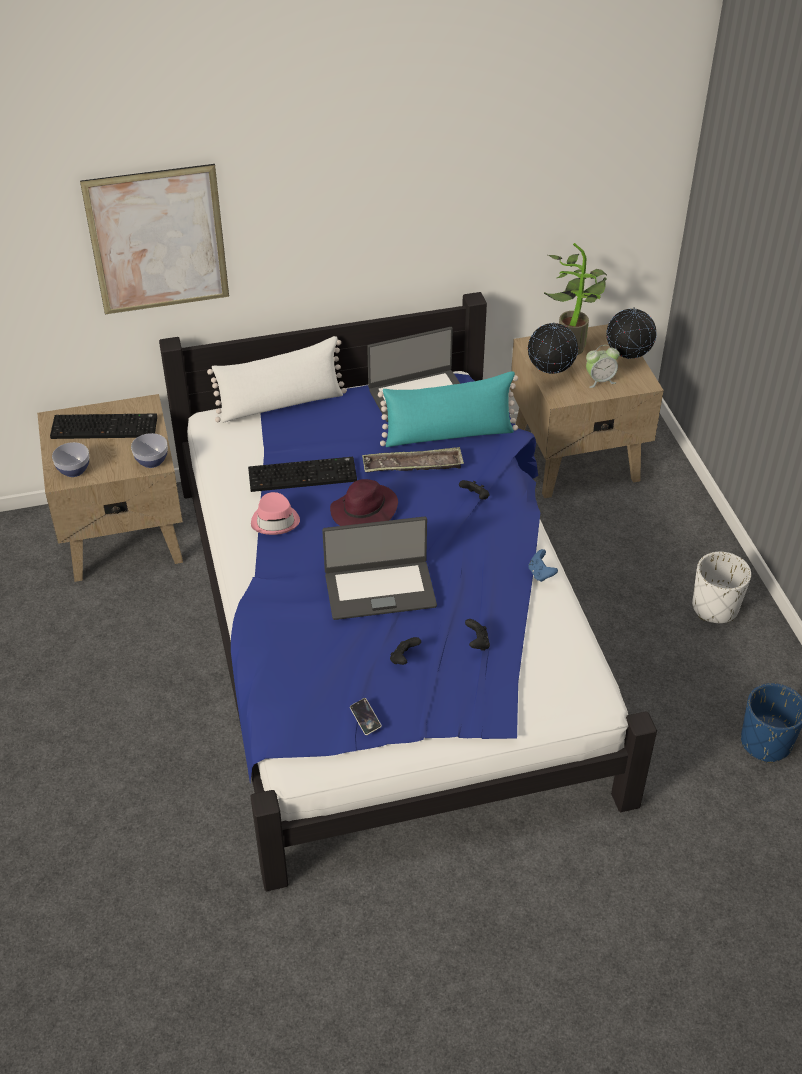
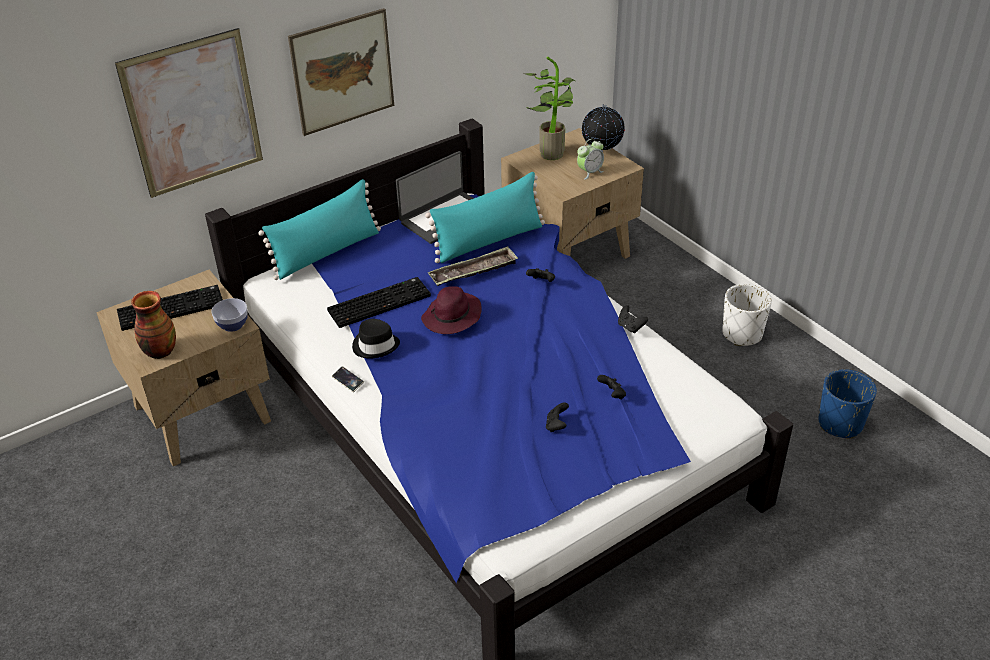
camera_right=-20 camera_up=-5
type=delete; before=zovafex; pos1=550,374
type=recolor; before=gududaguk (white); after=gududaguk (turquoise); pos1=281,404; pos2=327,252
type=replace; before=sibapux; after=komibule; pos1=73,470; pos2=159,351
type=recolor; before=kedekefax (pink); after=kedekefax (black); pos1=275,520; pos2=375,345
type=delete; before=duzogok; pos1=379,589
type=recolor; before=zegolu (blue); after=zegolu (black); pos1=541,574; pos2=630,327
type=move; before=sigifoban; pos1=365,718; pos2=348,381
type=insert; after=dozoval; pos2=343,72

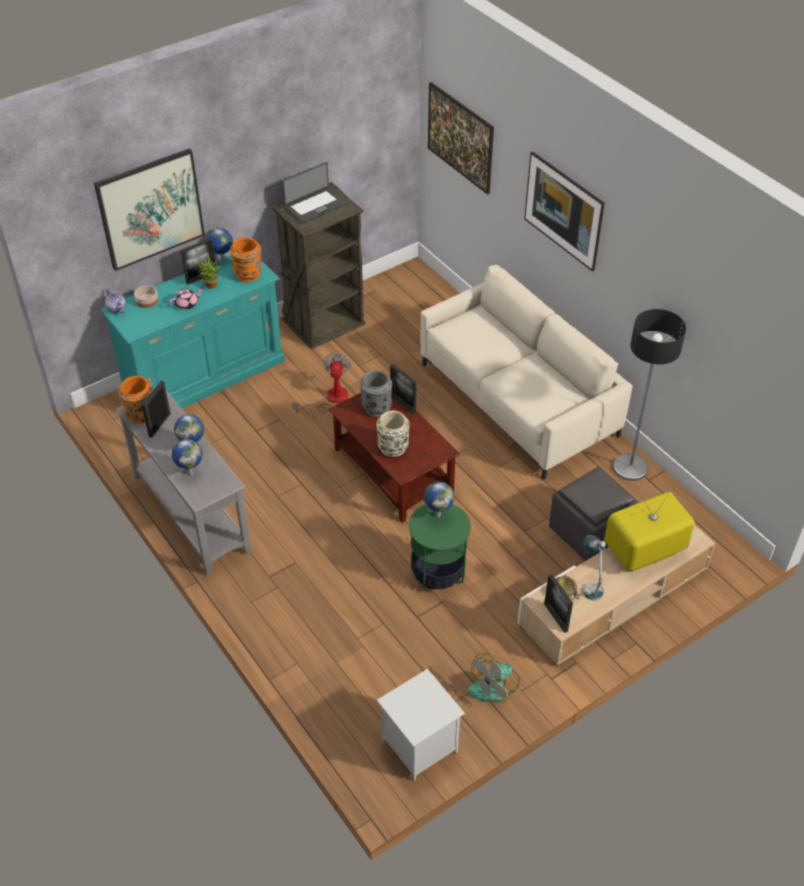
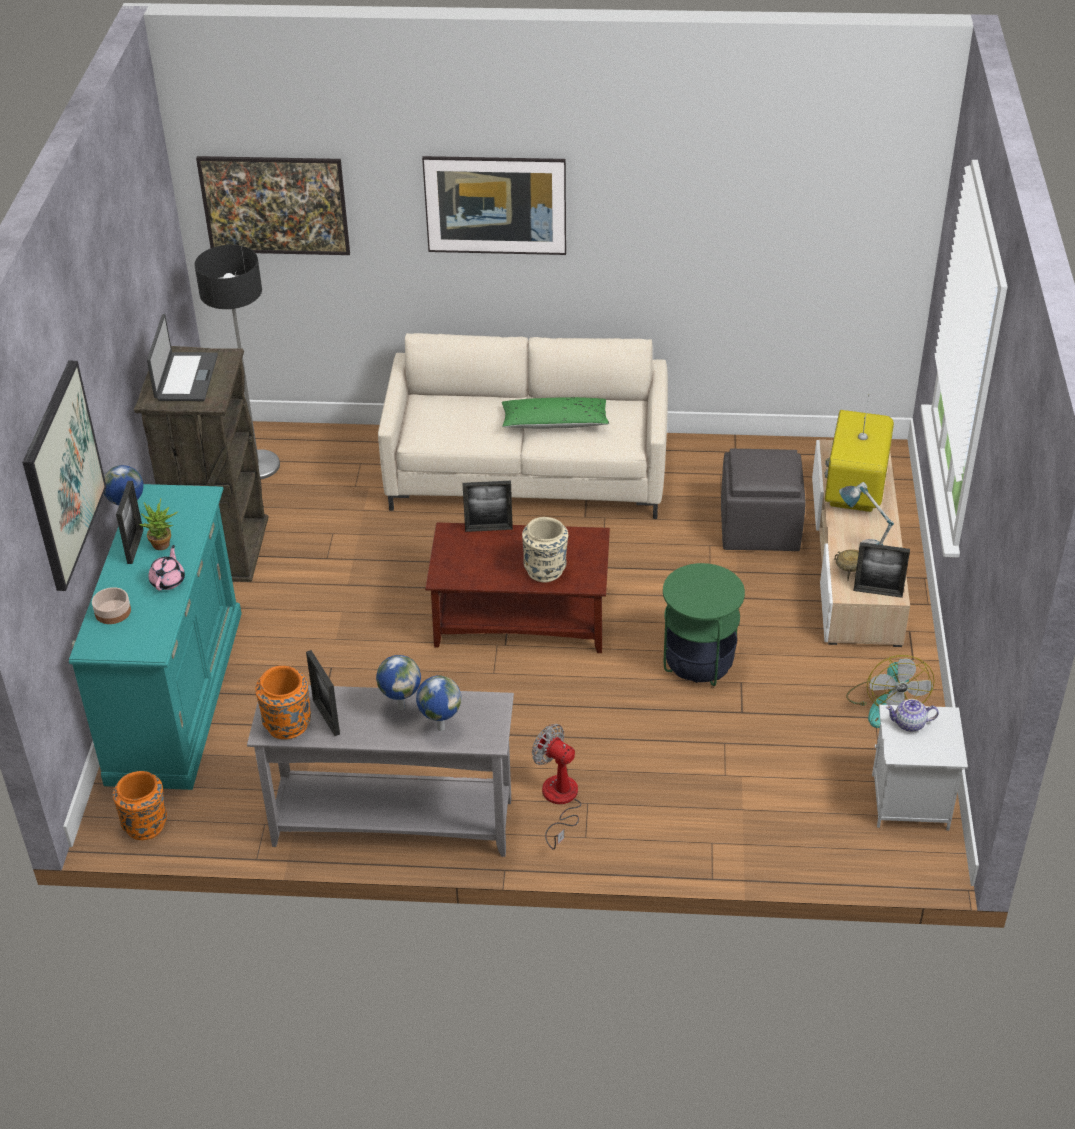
camera_right=-50 camera_up=-5
type=move; before=komibule (orange); pos1=248,275; pos2=146,825
type=move; before=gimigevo; pos1=116,309; pos2=910,724
type=move; before=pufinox; pos1=630,467; pos2=258,465
type=move; before=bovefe; pos1=330,399; pos2=559,801
type=delete; before=komibule (grey); pos1=376,407
type=delete; before=zovafex; pos1=438,515
type=insert; after=gududaguk (green); pos2=555,423

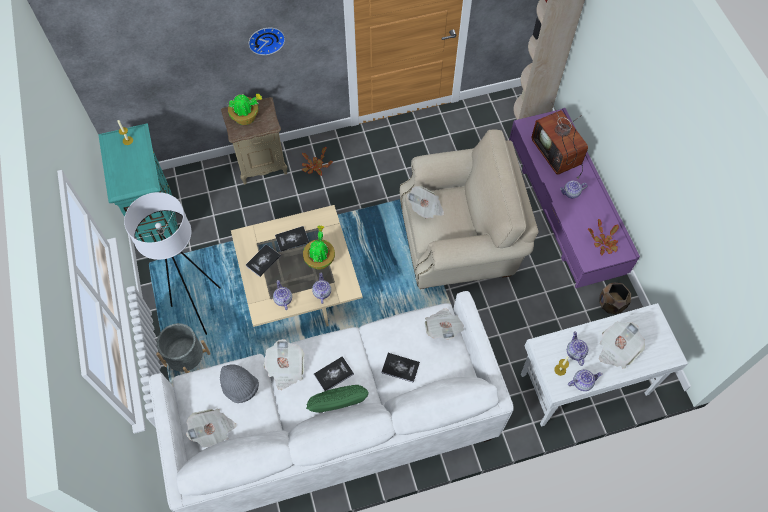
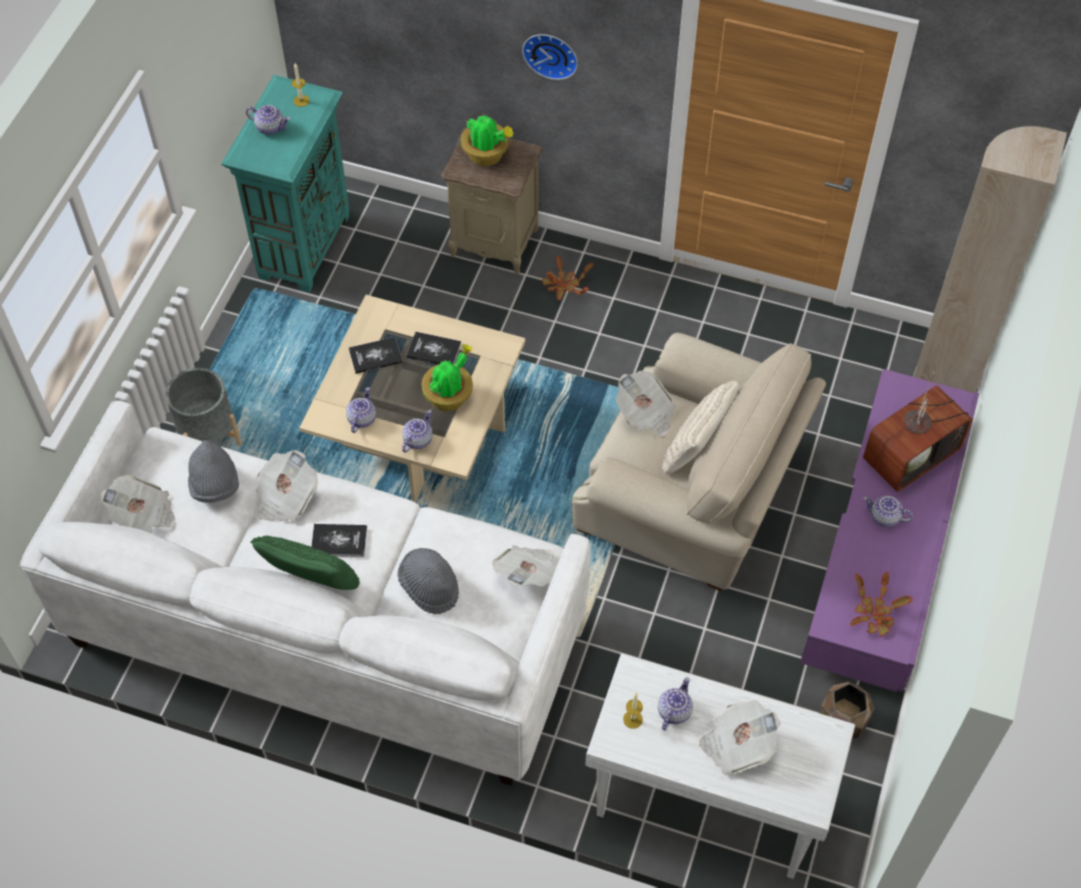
camera_right=35 camera_up=-5
type=rotate; before=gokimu; pos1=558,154; pos2=910,453; turn=-135
type=delete; before=pufinox (white); pos1=200,309
type=replace; before=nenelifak; after=kedekefax (grey); pos1=400,367; pos2=430,587
type=move; before=gimigevo; pos1=582,382; pos2=270,127
type=insert; after=gududaguk (beige); pos2=696,450

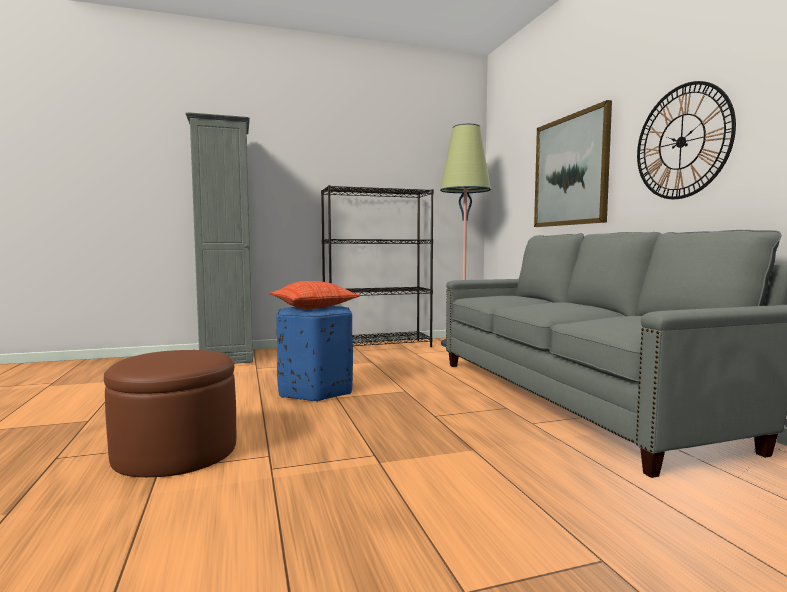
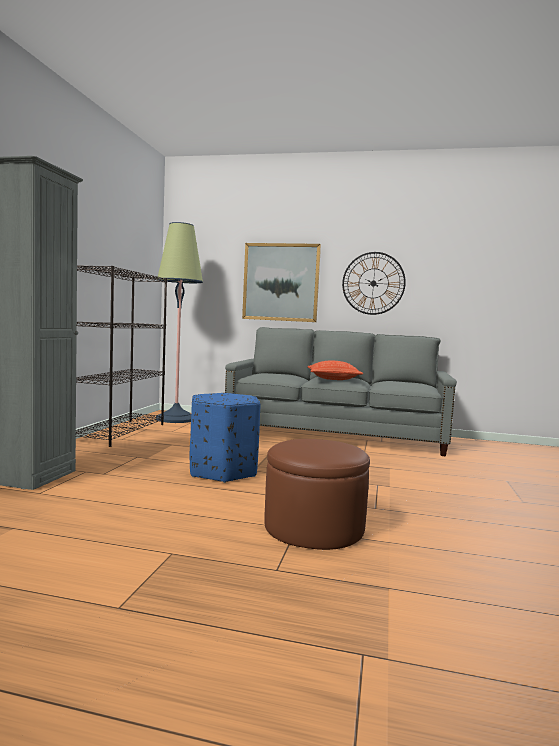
camera_right=-60 camera_up=0
type=move; before=gududaguk (orange); pos1=314,307; pos2=333,379

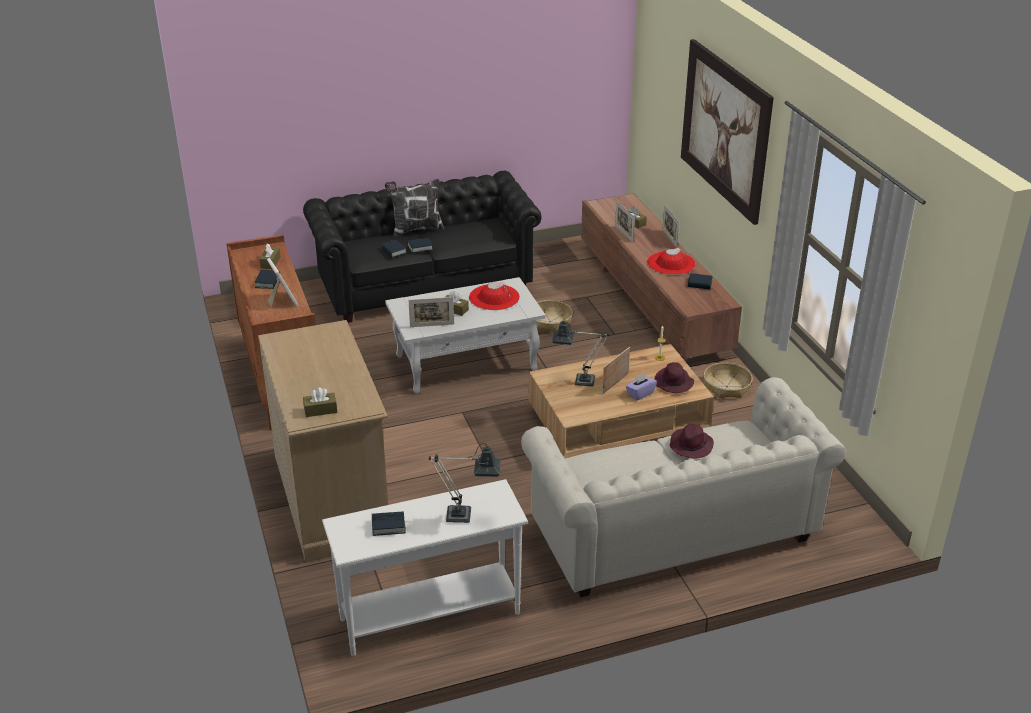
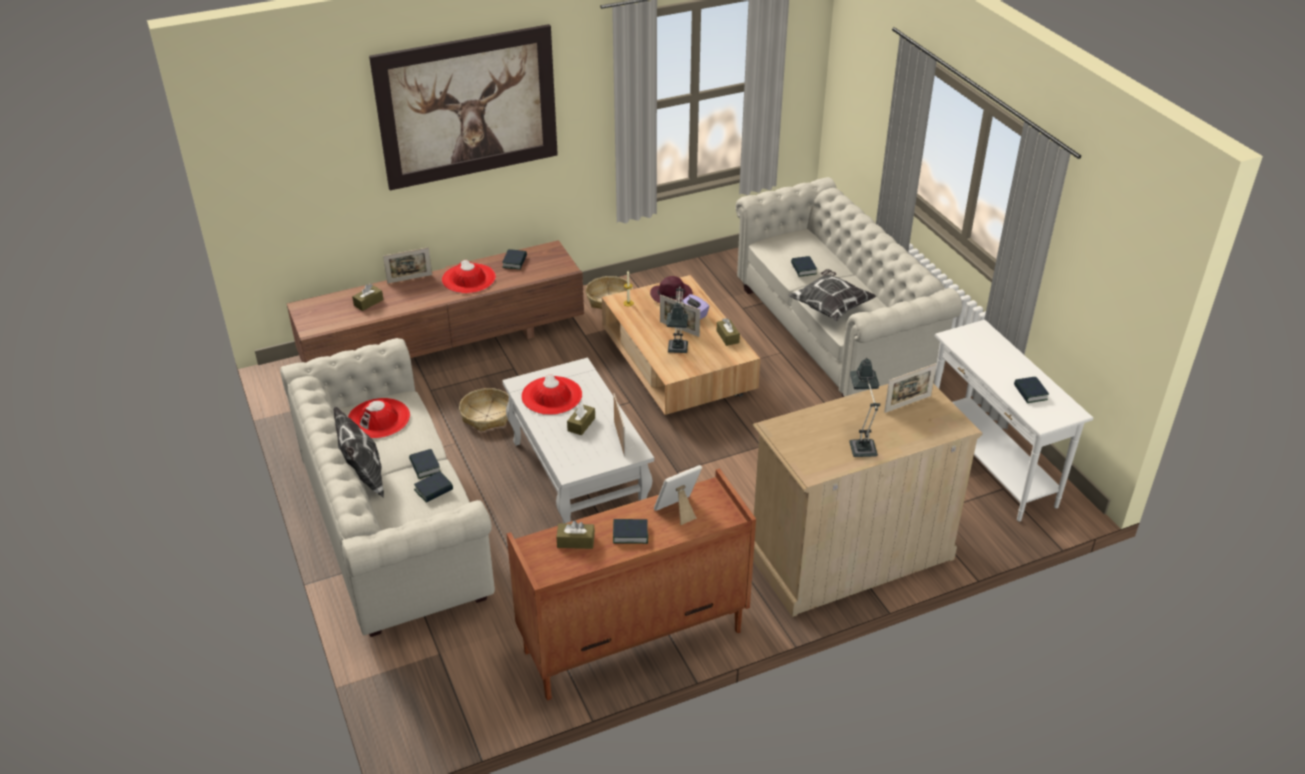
camera_right=-95 camera_up=5
type=recolor; before=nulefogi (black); after=nulefogi (white); pos1=425,287; pos2=394,530
type=move; before=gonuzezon; pos1=624,234; pos2=907,404
type=move; before=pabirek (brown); pos1=320,410; pos2=727,337
type=replace; before=kedekefax (purple); after=nenelifak; pos1=690,445; pos2=803,269
type=move; before=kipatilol; pos1=466,515; pos2=861,444
type=insert; after=gududaguk; pos2=830,307
type=insert; after=kedekefax (red); pos2=378,418

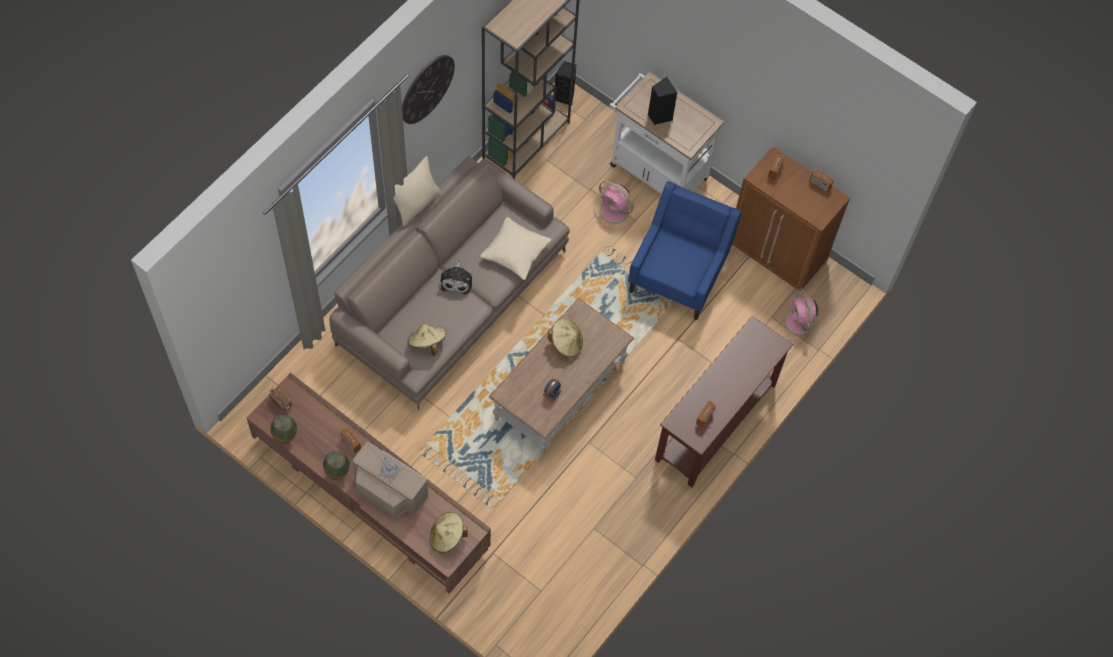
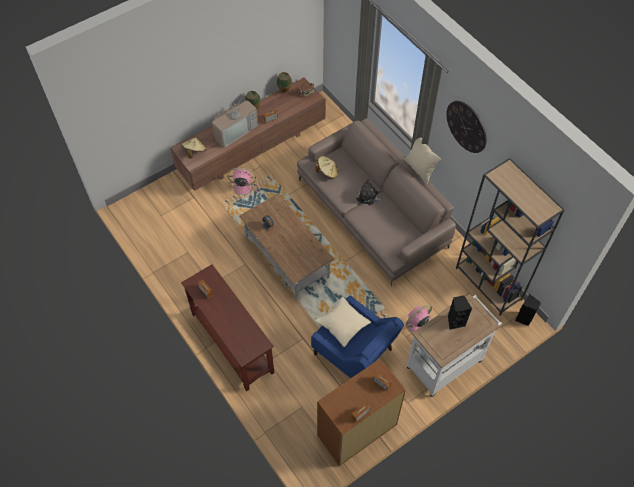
camera_right=110 camera_up=-5
type=move; before=gududaguk (beige); pos1=515,253; pos2=343,324
type=move; before=bovefe (pink); pos1=799,323; pos2=242,187
type=delete; before=kedekefax (beige); pos1=566,343

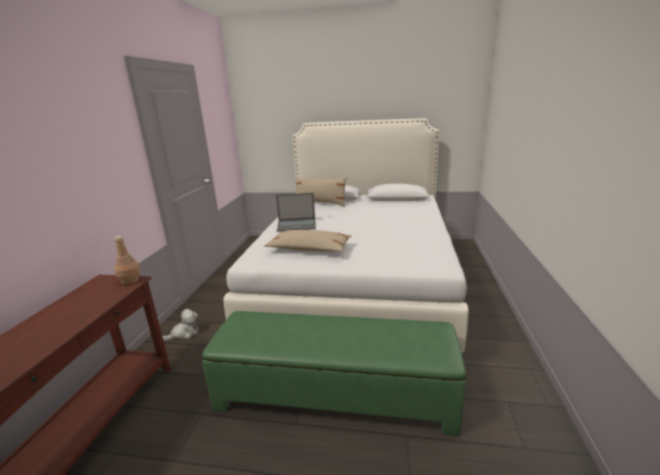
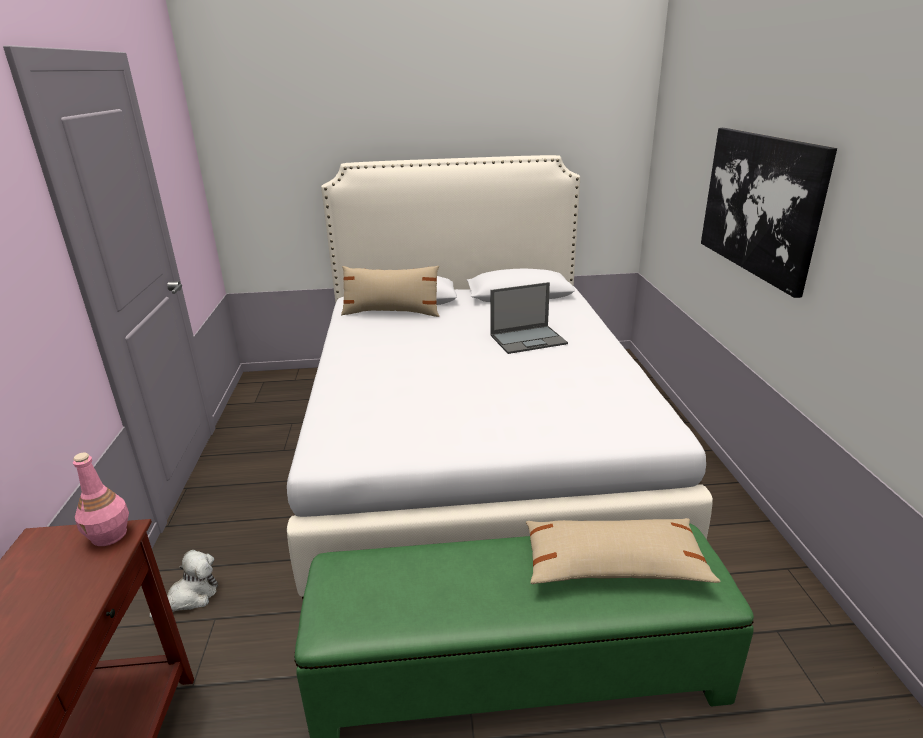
camera_right=-15 camera_up=5
type=move; before=duzogok; pos1=297,225; pos2=529,339
type=move; before=gududaguk (beige); pos1=309,249; pos2=613,565
type=recolor; before=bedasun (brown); after=bedasun (pink); pos1=130,280; pos2=110,535
type=insert; after=dozoval; pos2=760,204

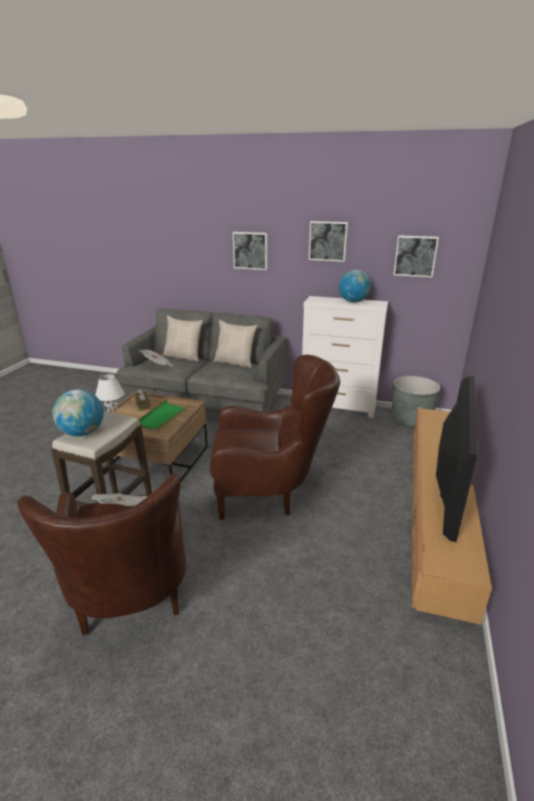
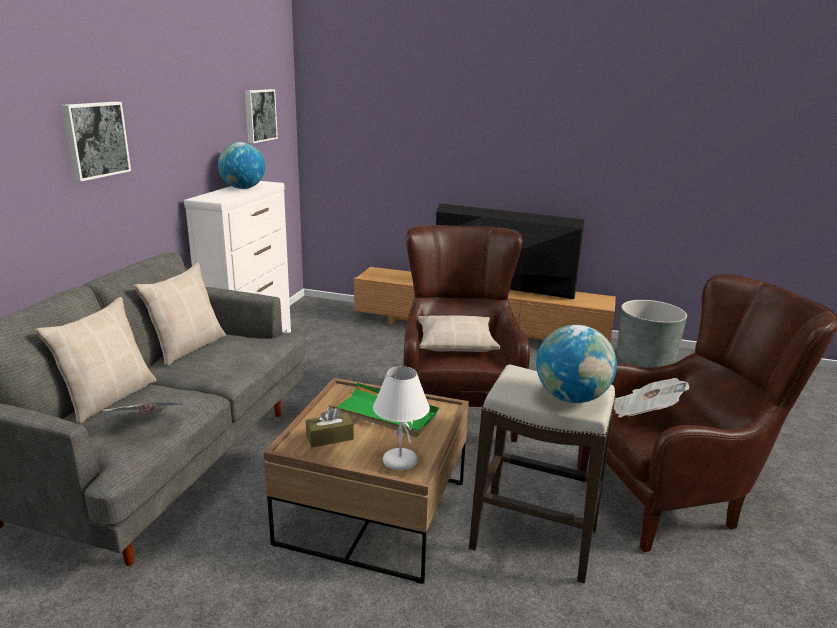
camera_right=-90 camera_up=-5
type=delete; before=dozoval; pos1=328,241
type=move; before=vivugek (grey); pos1=411,420; pos2=644,361
type=insert; after=gududaguk (beige); pos2=455,342

